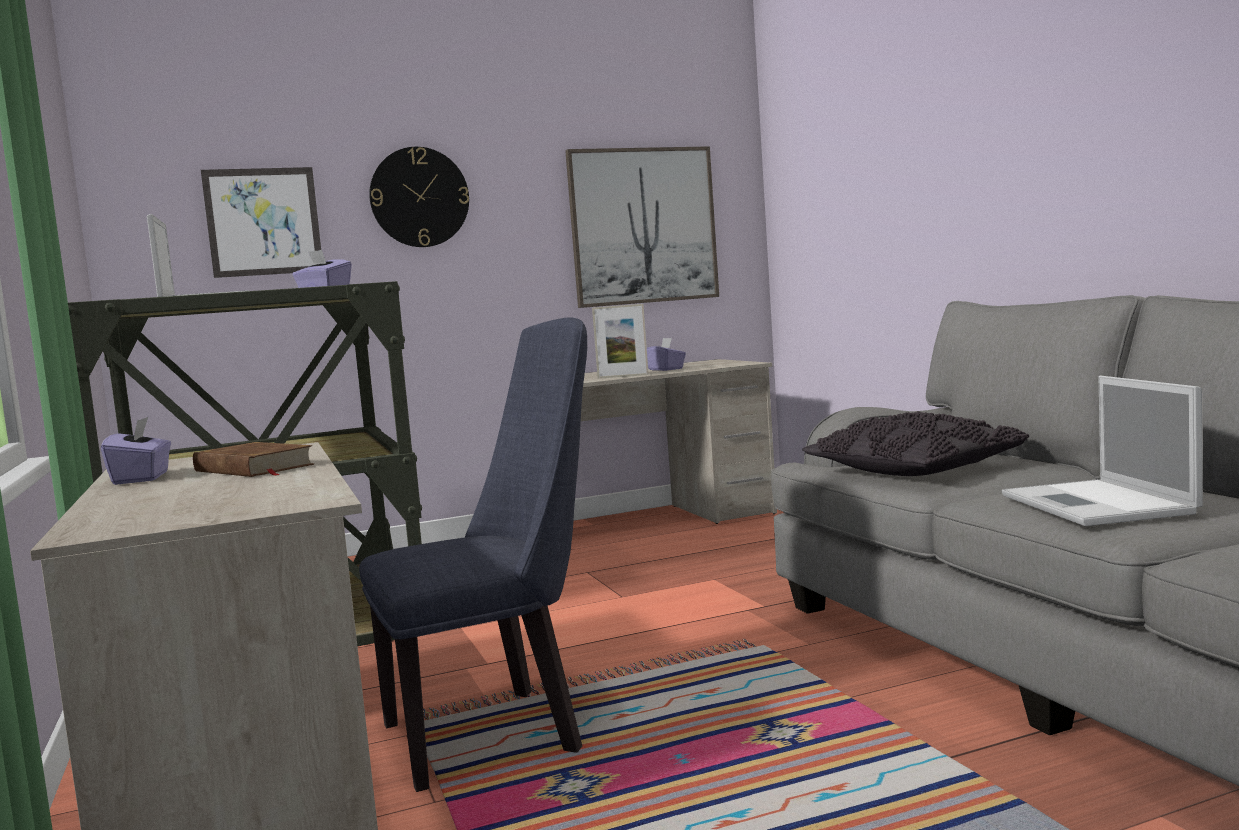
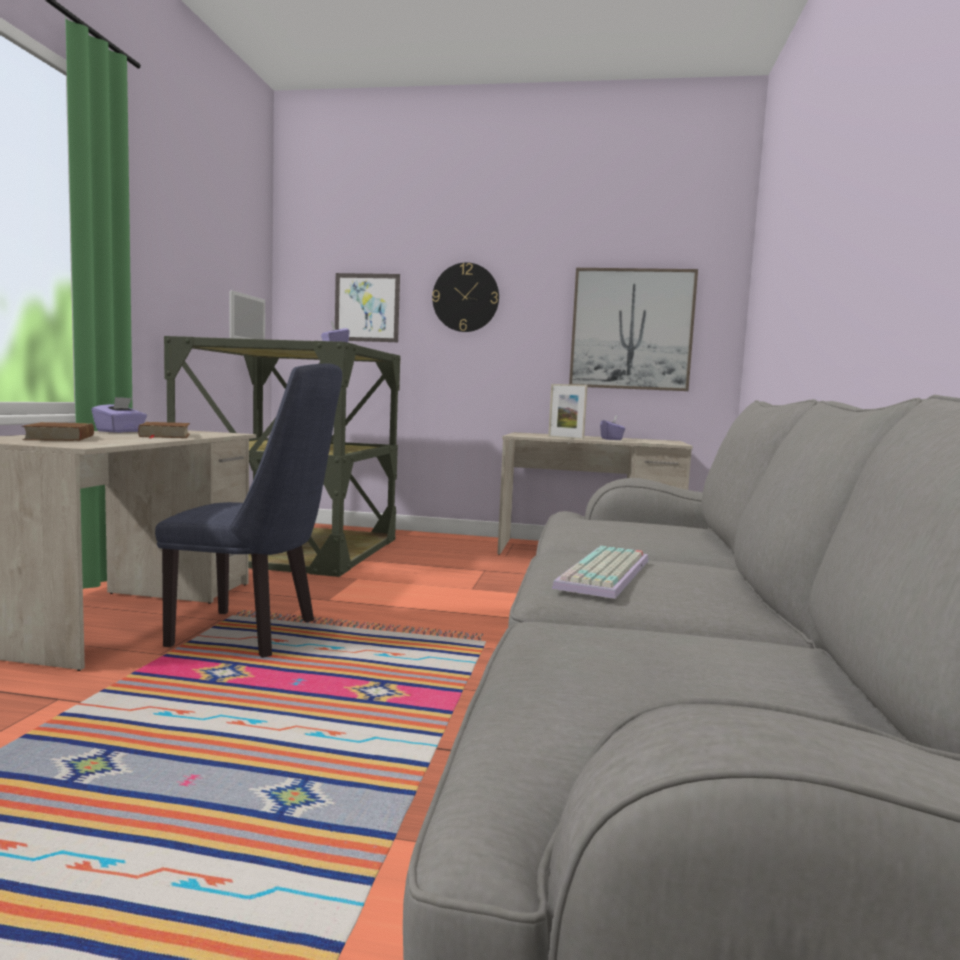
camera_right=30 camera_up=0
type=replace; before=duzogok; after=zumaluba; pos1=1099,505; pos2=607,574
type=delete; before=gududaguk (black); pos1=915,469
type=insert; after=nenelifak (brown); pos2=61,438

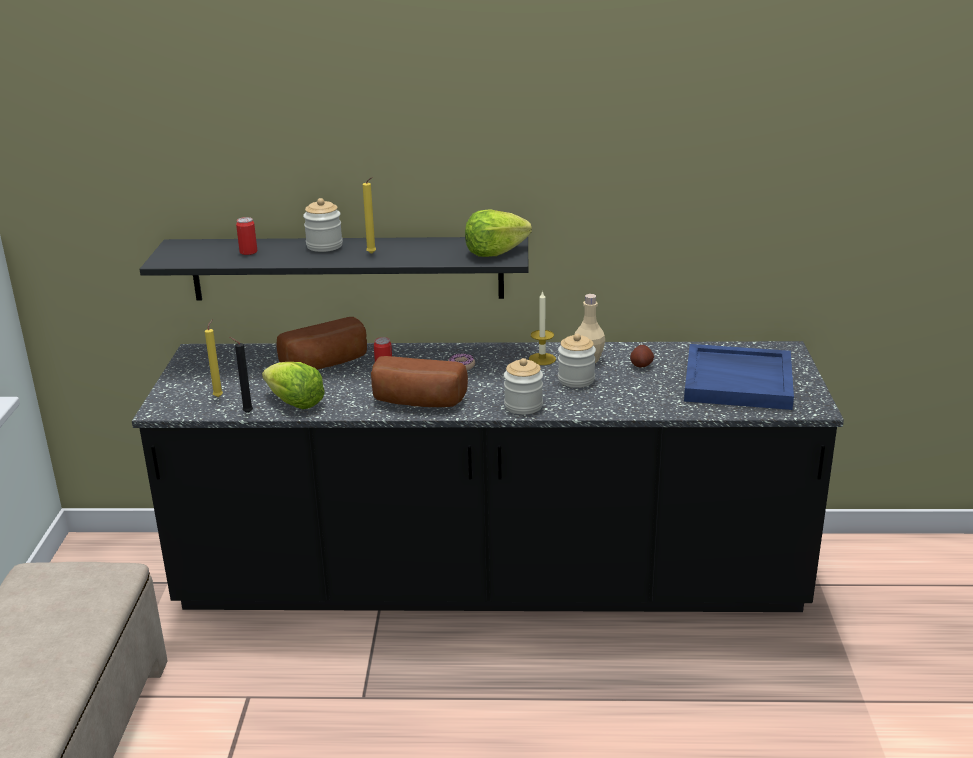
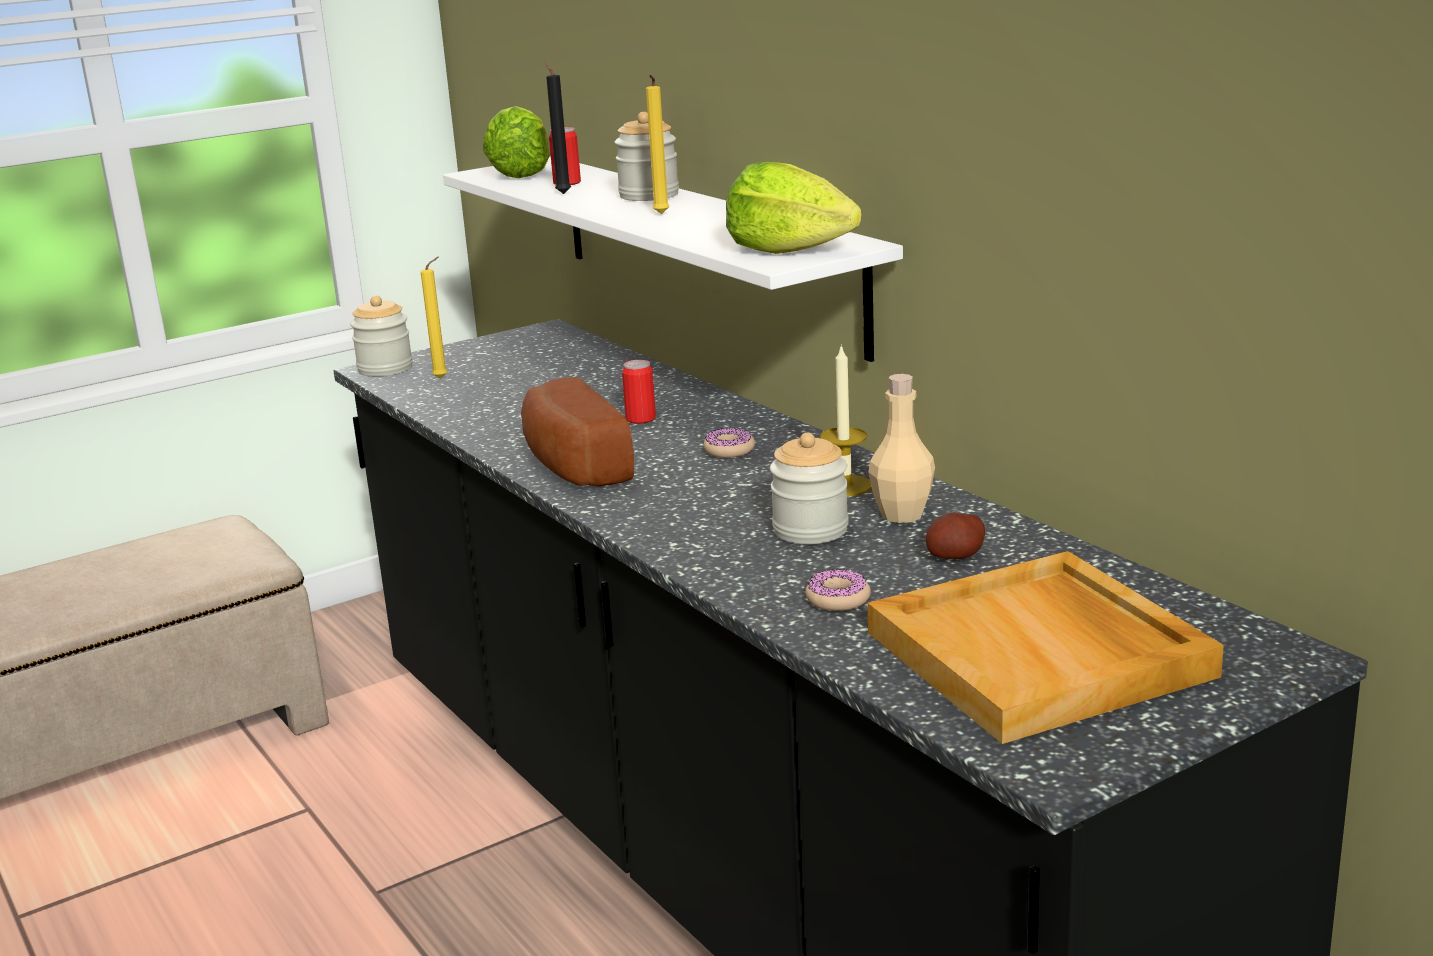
camera_right=55 camera_up=-5
type=recolor; before=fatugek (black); after=fatugek (white); pos1=347,268; pos2=703,248
type=delete; before=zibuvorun; pos1=327,363
type=move; before=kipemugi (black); pos1=246,412; pos2=562,193
type=recolor; before=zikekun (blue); after=zikekun (beige); pos1=739,381; pos2=1041,654
type=move; before=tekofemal; pos1=523,406; pos2=385,369
type=move; before=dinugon; pos1=294,403; pos2=522,173
type=insert; after=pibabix; pos2=838,599

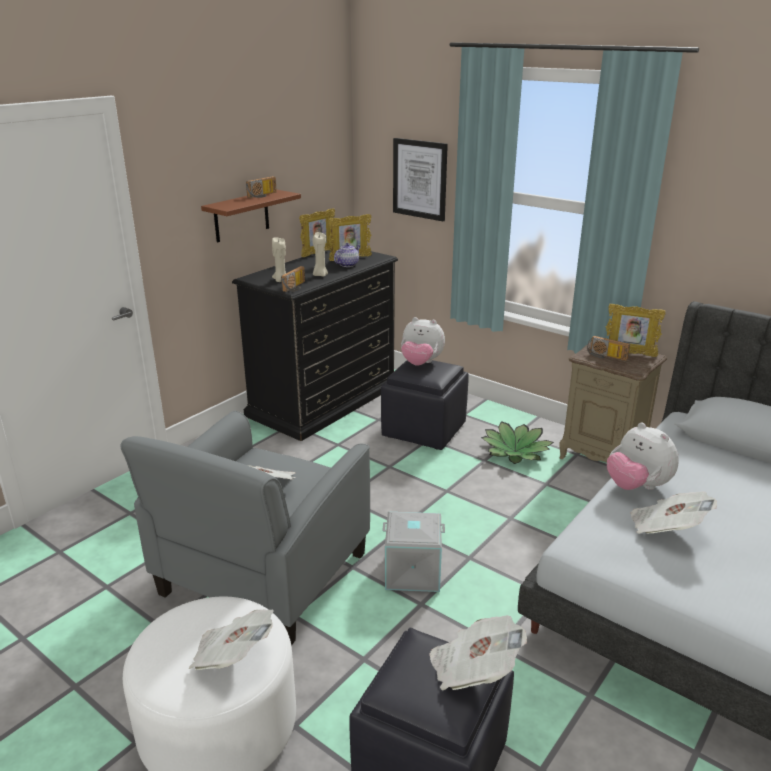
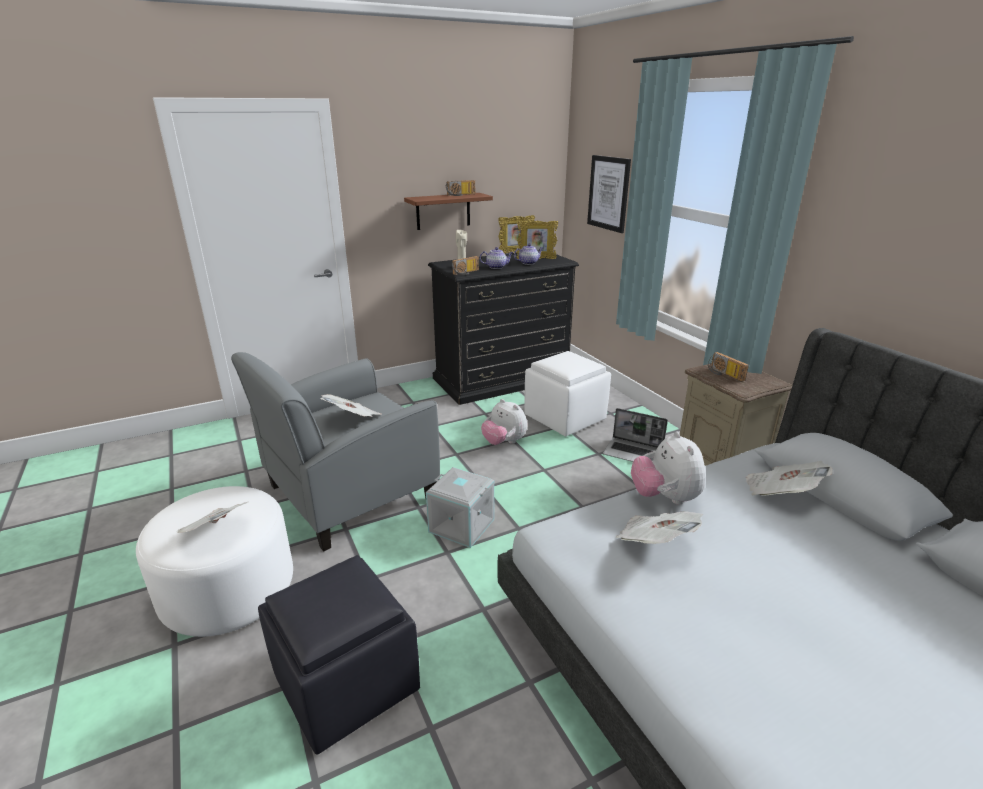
camera_right=25 camera_up=0
type=replace; before=kipemugi (beige); after=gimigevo; pos1=320,275; pos2=496,267
type=delete; before=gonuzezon; pos1=629,353
type=move; before=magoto; pos1=421,363; pos2=504,442
type=recolor; before=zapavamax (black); after=zapavamax (white); pos1=425,430; pos2=566,418
type=replace; before=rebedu; after=duzogok; pos1=515,451; pos2=633,453
type=move; before=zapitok; pos1=473,669; pos2=780,493

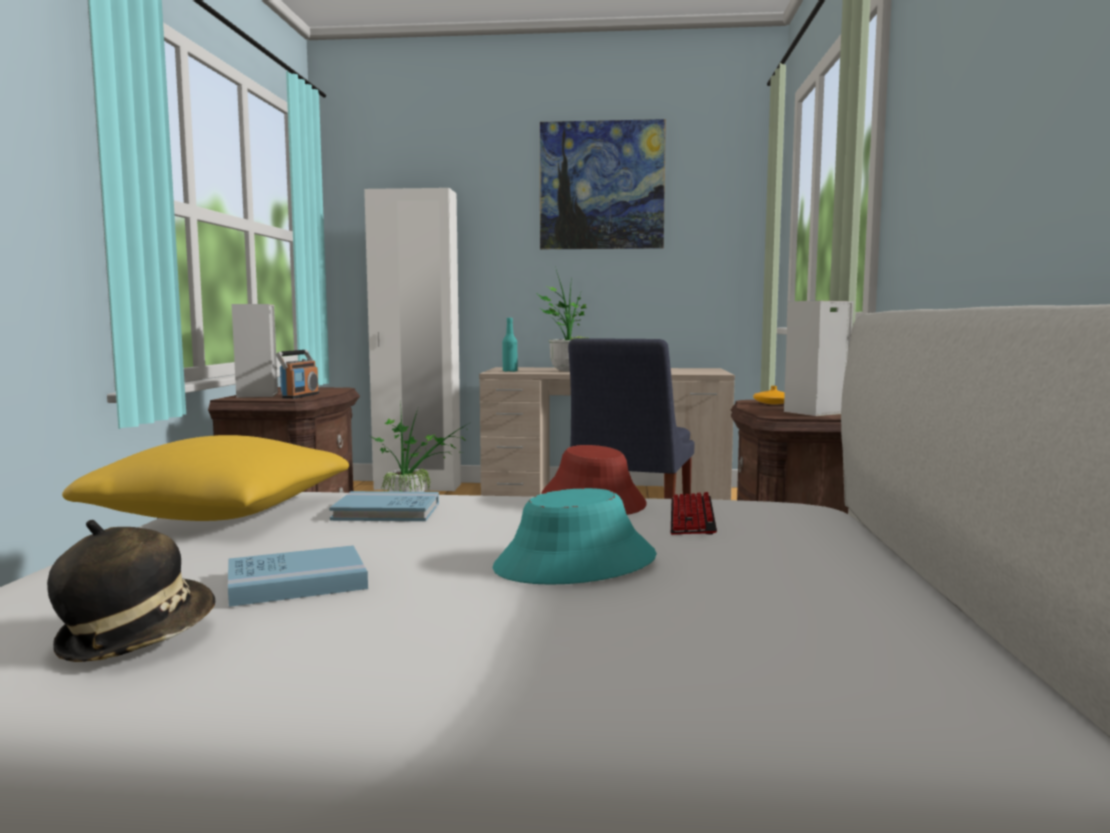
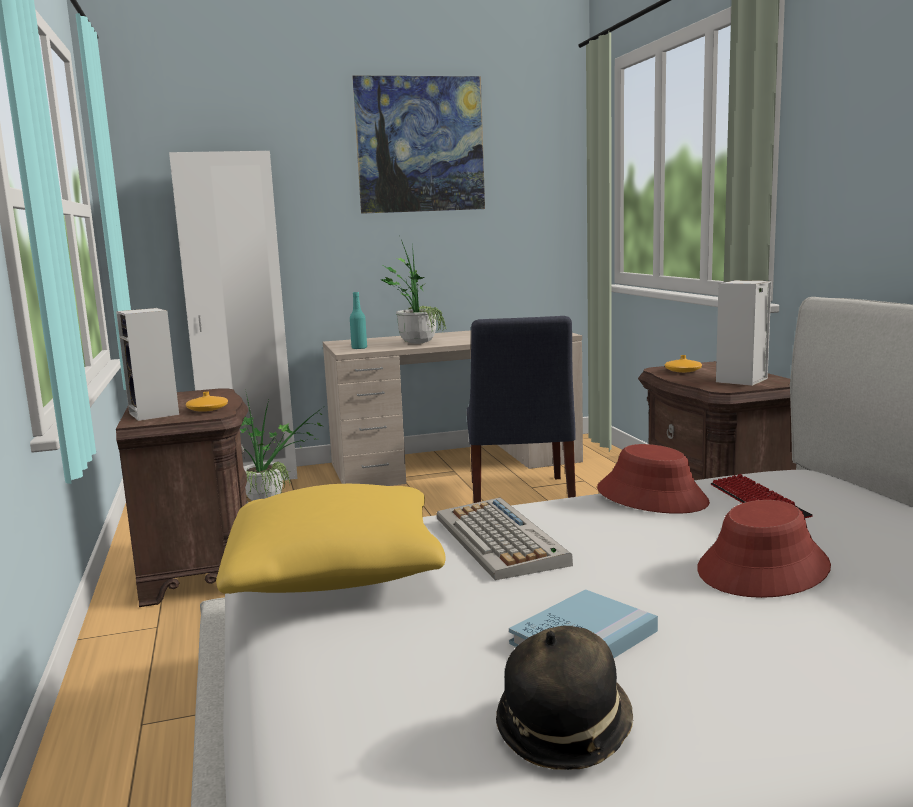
camera_right=-20 camera_up=5
type=replace; before=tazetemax; after=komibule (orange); pos1=300,396; pos2=207,409
type=recolor; before=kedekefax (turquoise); after=kedekefax (red); pos1=575,563; pos2=763,569
type=replace; before=nenelifak (blue); after=zumaluba; pos1=386,511; pos2=501,540

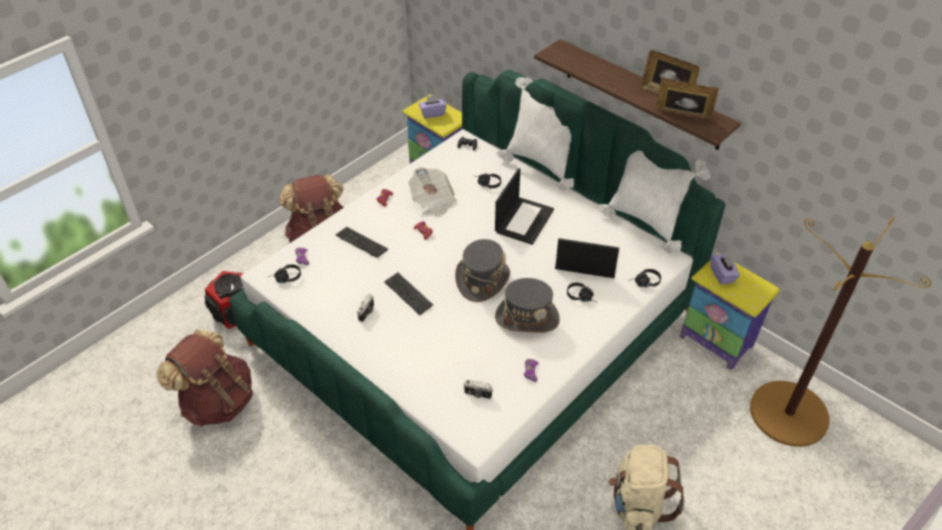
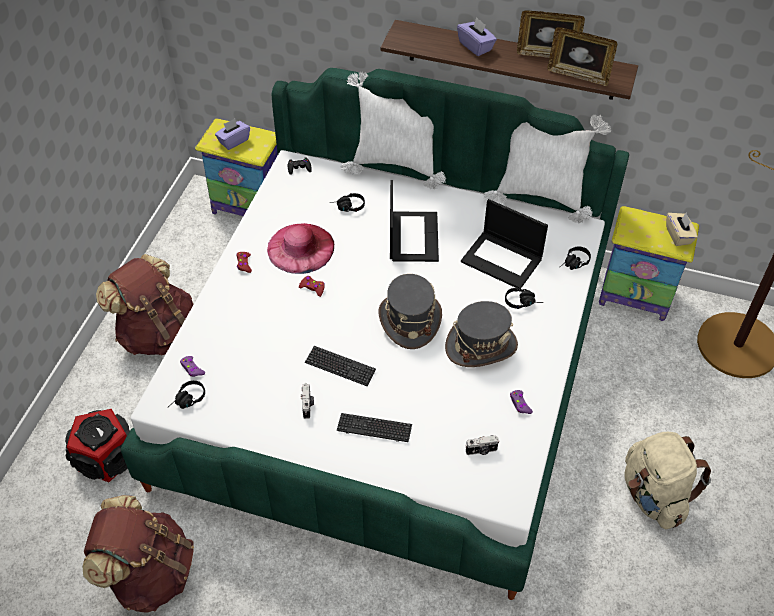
camera_right=-25 camera_up=5
type=rotate; before=gonuzezon; pos1=682,116; pos2=578,75; turn=-150
type=replace; before=zapitok; after=kedekefax (pink); pos1=433,201; pos2=301,248
type=move; before=zumaluba; pos1=361,243; pos2=374,428
type=rotate; before=duzogok; pos1=585,260; pos2=502,260; turn=-135
type=move; before=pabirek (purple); pos1=722,275; pos2=476,46
type=insert; after=pabirek (beige); pos2=679,236

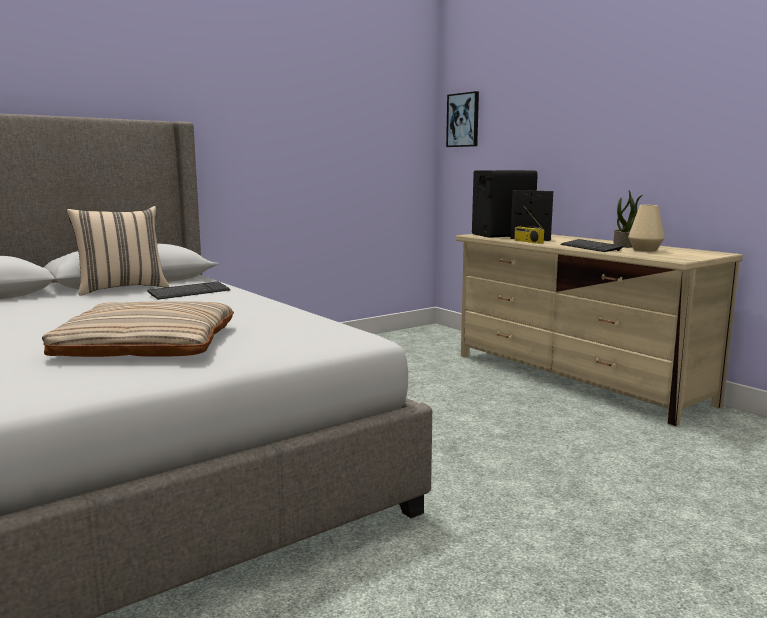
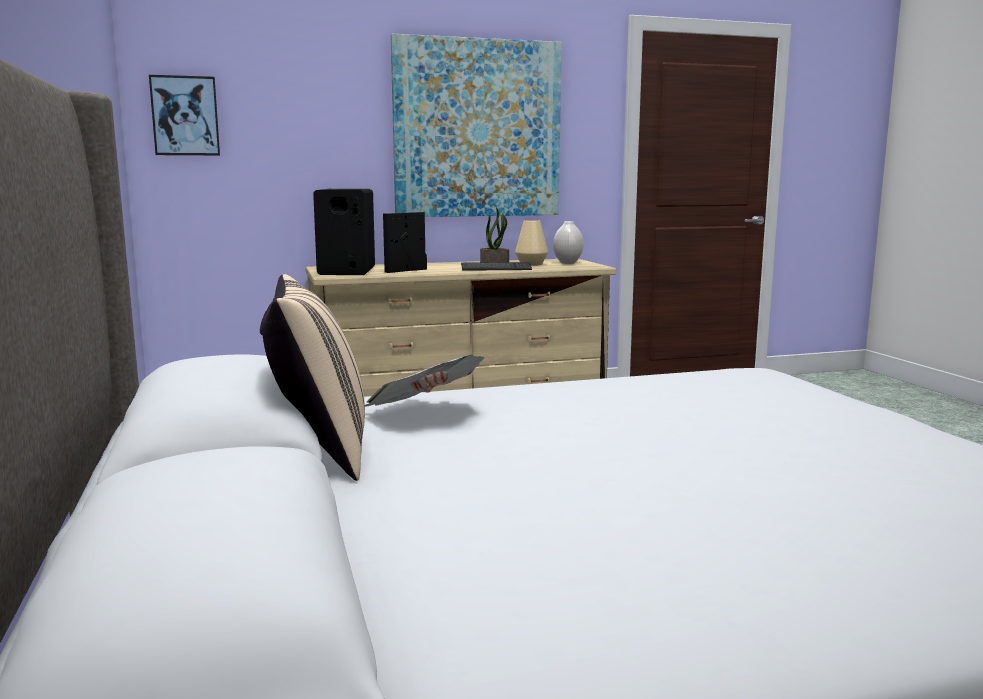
camera_right=-70 camera_up=0
type=delete; before=tazetemax; pos1=527,241
type=replace; before=zumaluba; after=zapitok; pos1=189,292; pos2=423,414
type=delete; before=gududaguk (beige); pos1=148,343
type=insert; after=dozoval; pos2=477,129
type=insert; after=komibule (white); pos2=568,263

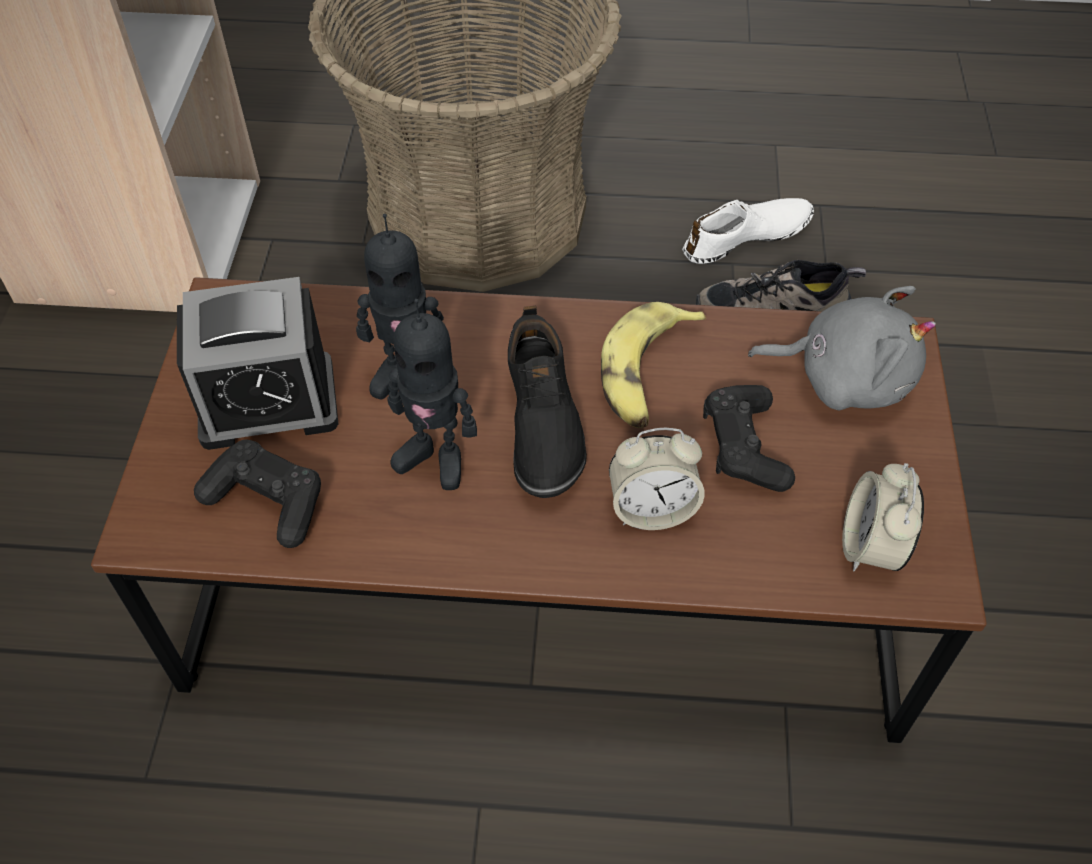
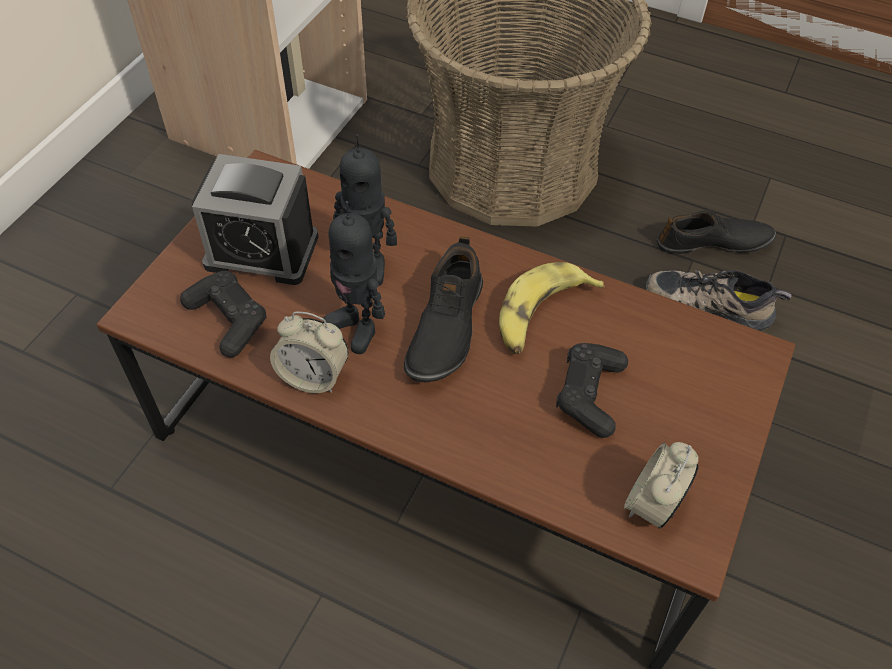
camera_right=20 camera_up=0
type=recolor; before=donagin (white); after=donagin (black); pos1=747,238; pos2=713,243
type=delete; before=magoto (grey); pos1=844,377
type=move; before=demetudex; pos1=651,508; pos2=313,376

